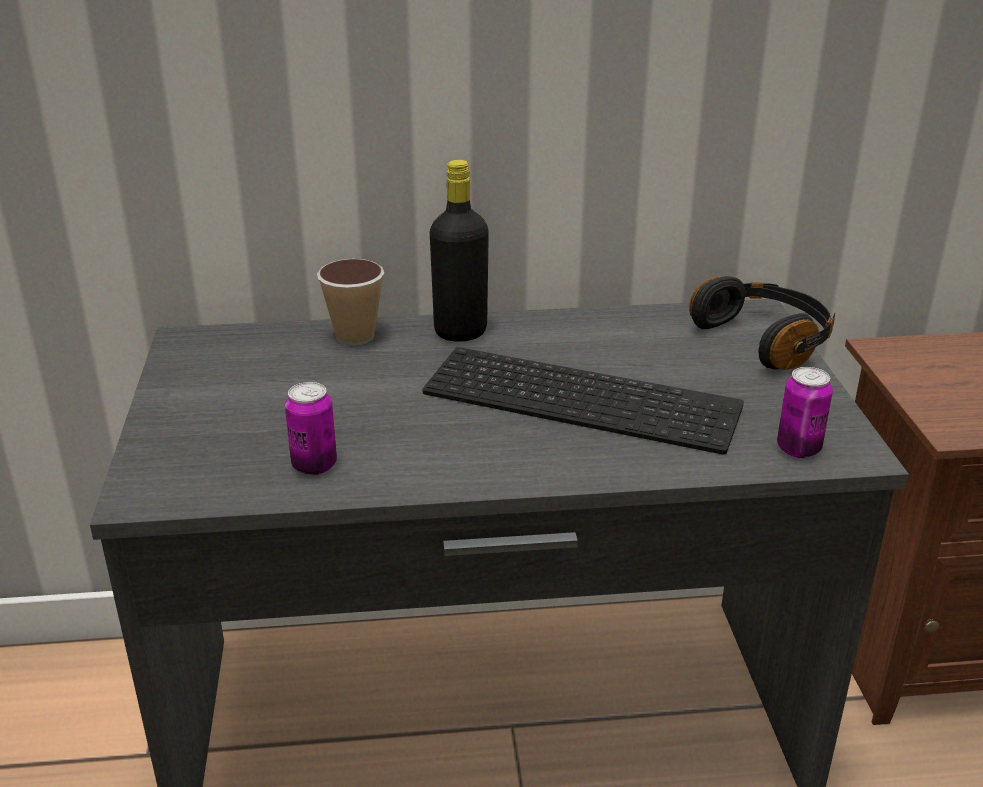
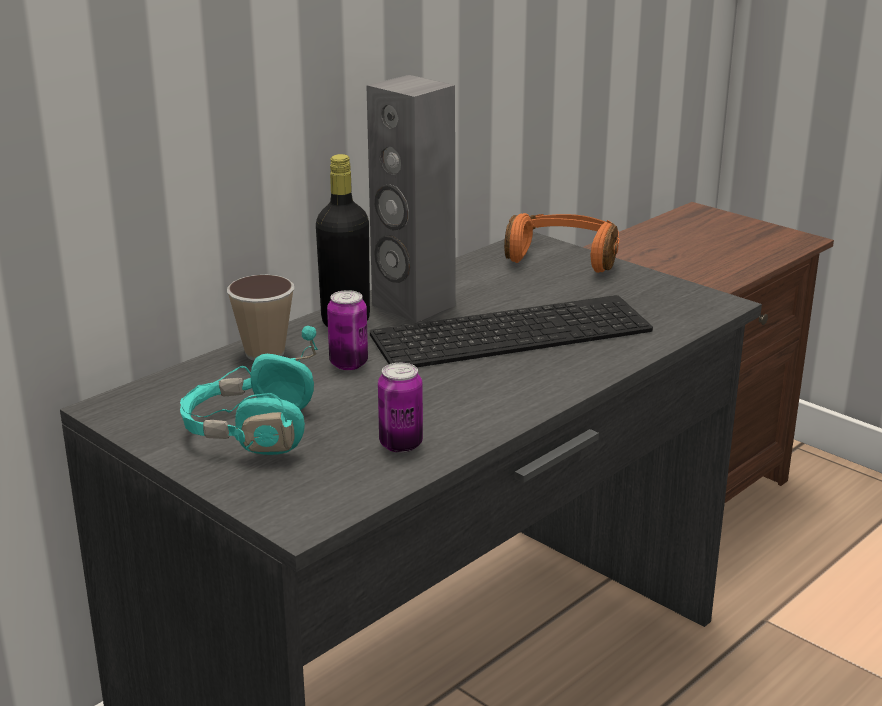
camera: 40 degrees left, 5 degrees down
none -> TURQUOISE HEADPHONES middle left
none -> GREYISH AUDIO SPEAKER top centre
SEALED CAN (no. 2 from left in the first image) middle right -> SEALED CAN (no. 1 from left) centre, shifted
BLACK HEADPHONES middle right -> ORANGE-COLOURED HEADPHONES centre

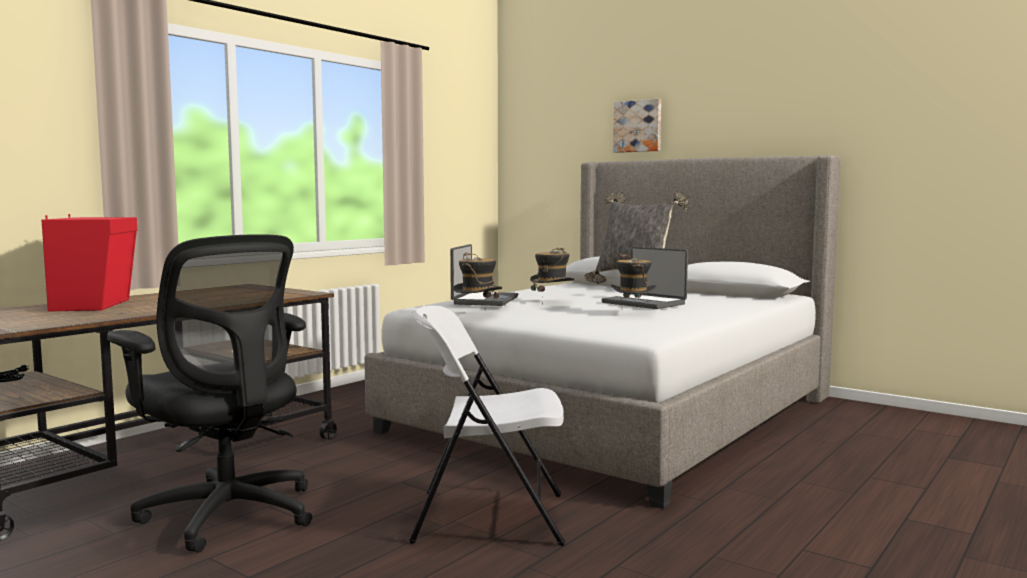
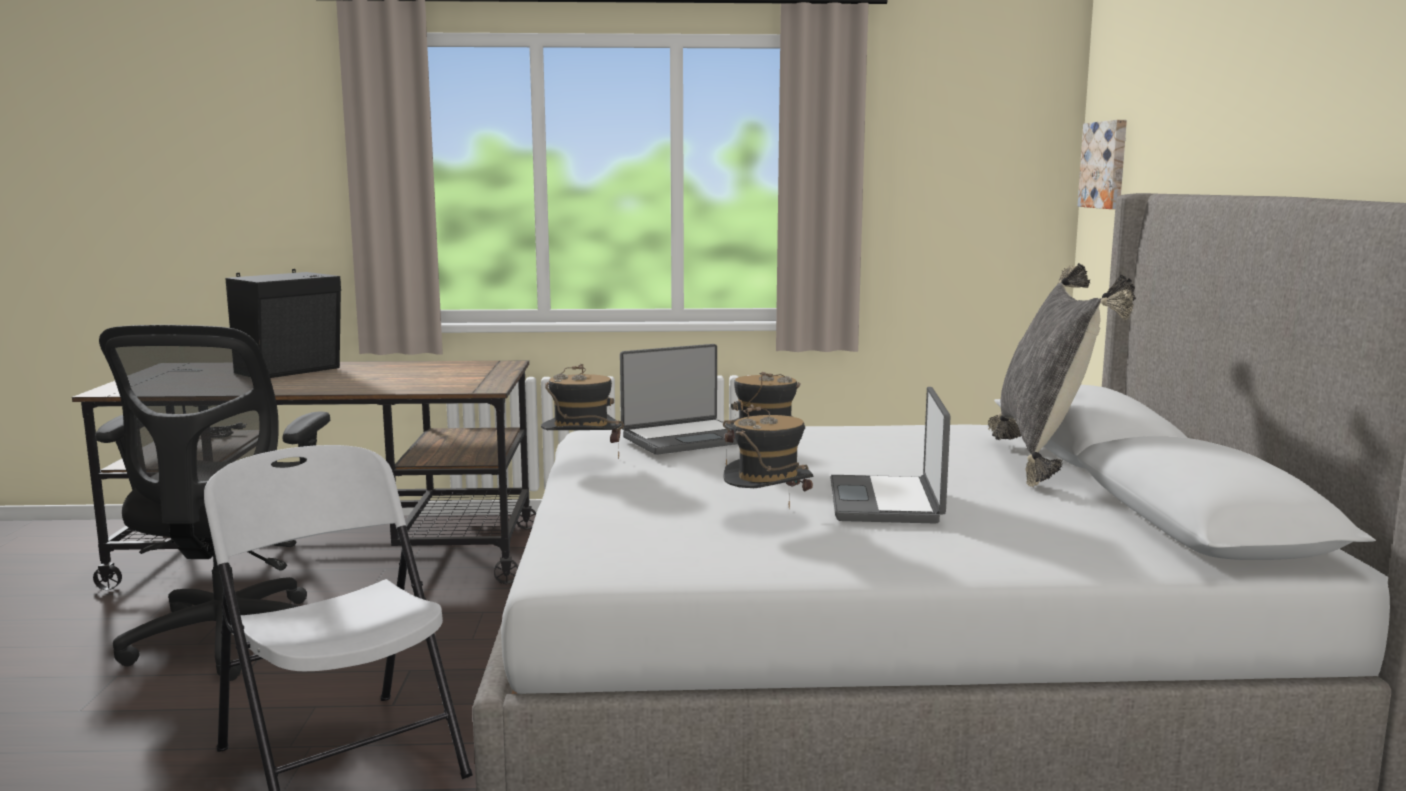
camera: 50 degrees right, 5 degrees up
WALL ART top centre -> WALL ART top right, shifted
RED-COLOURED AUDIO SPEAKER middle left -> BLACK AUDIO SPEAKER middle left

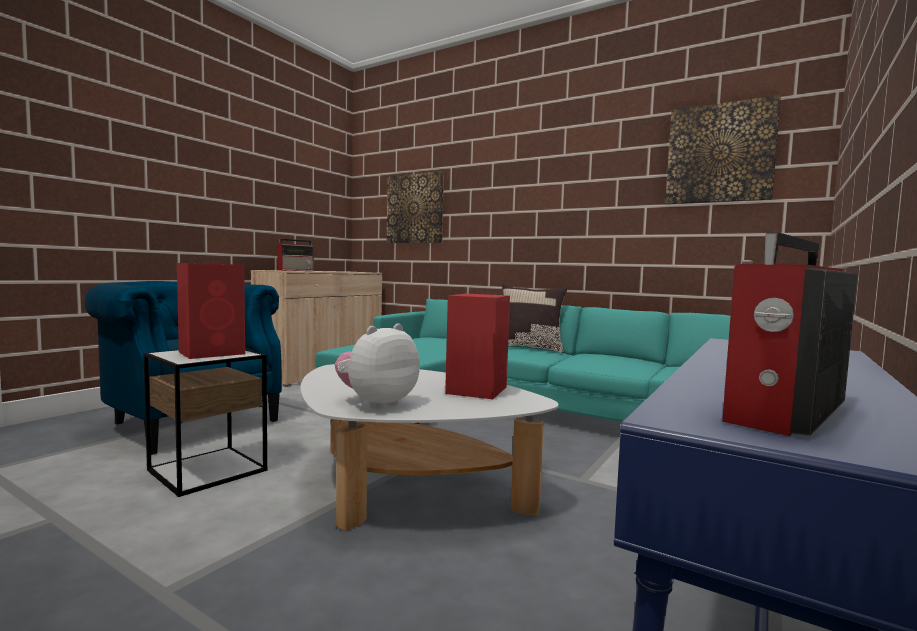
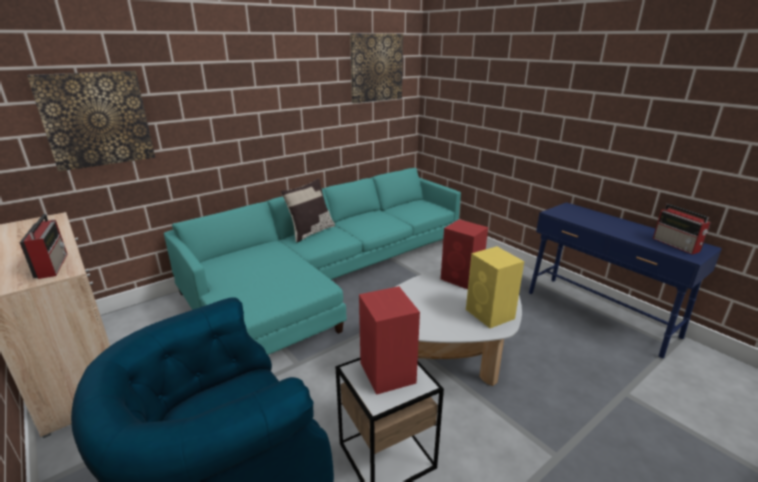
camera: 70 degrees left, 20 degrees up
CUDDLY TOY centre -> YELLOWISH AUDIO SPEAKER centre

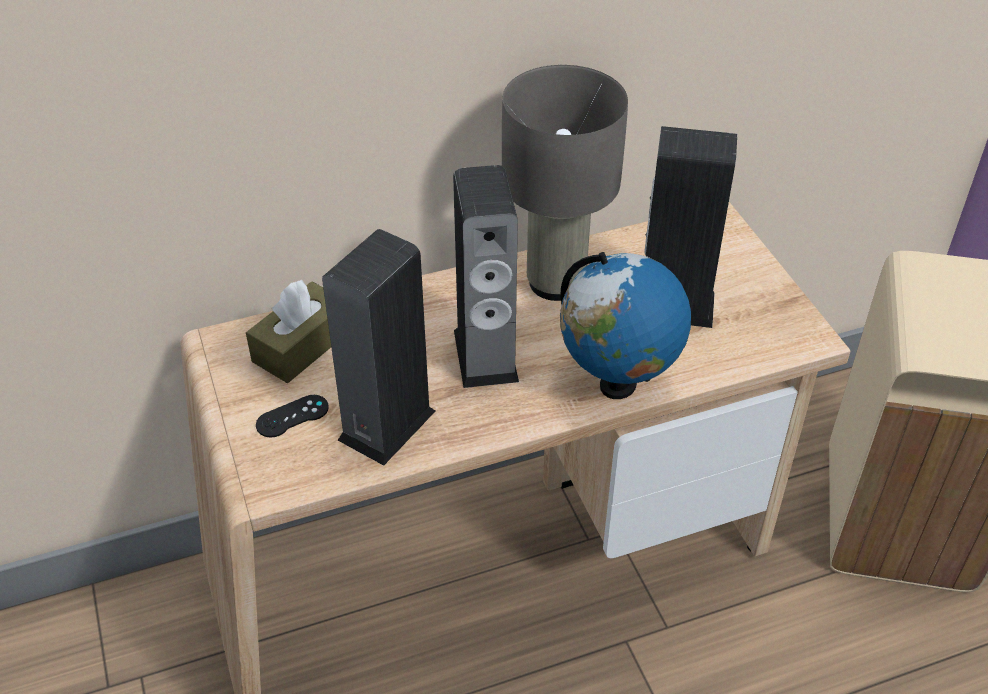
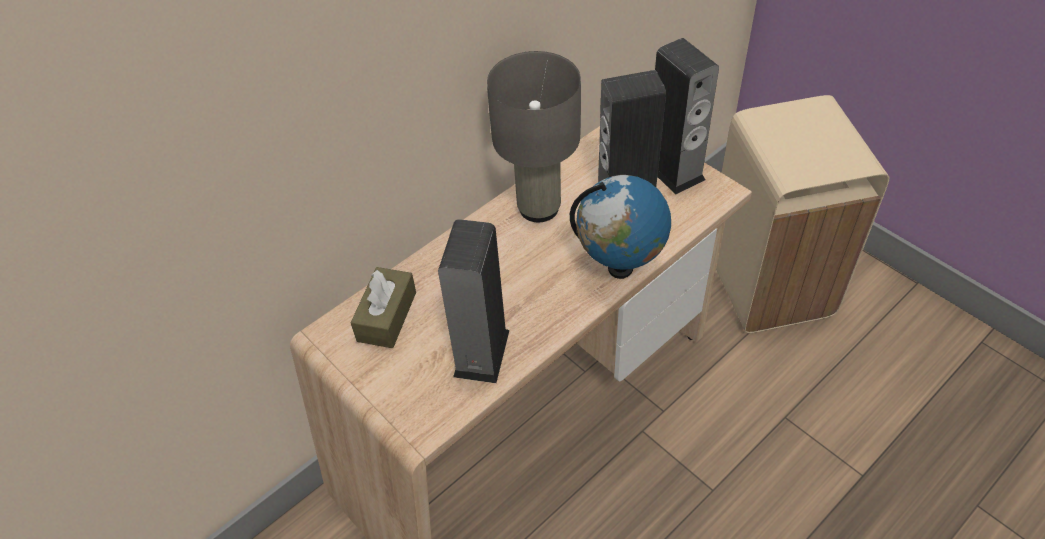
camera: 20 degrees left, 5 degrees up
BLACK GAMEPAD middle left -> none
AUDIO SPEAKER (no. 2 from left in the first image) centre -> AUDIO SPEAKER (no. 3 from left) top centre, shifted

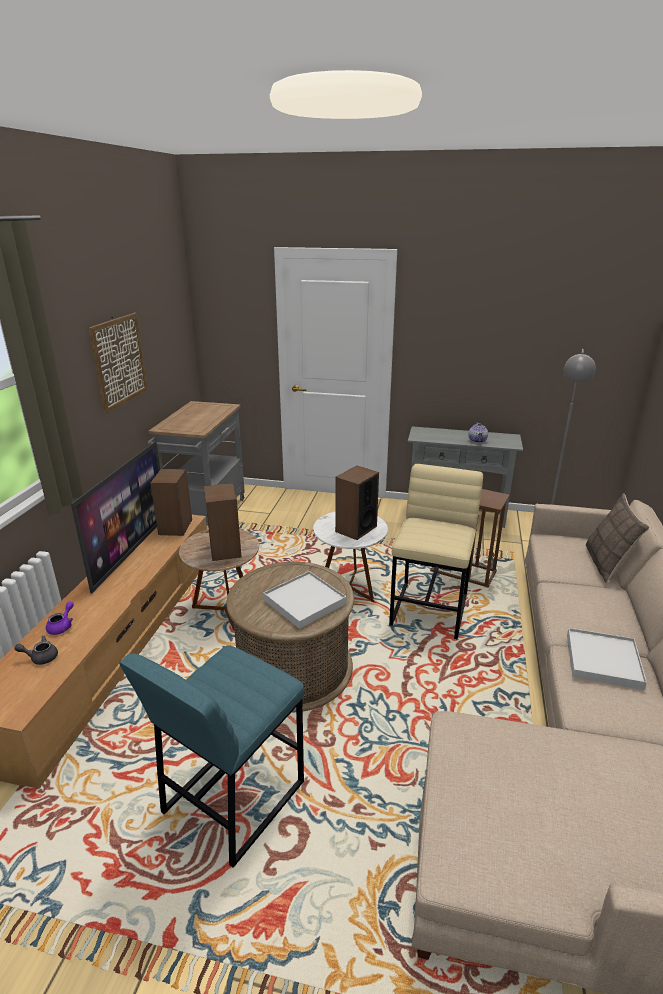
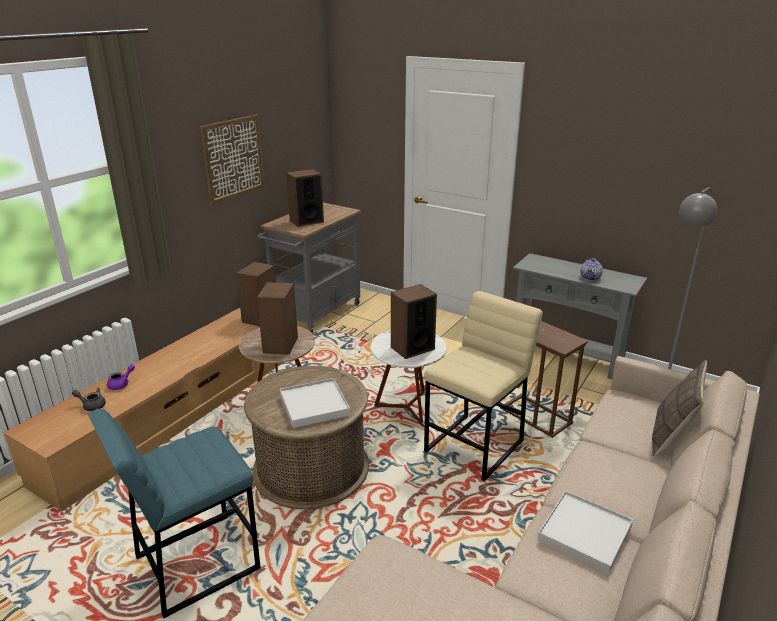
camera: 20 degrees right, 0 degrees up
TV SET middle left -> none
none -> AUDIO SPEAKER (no. 3 from left) top centre

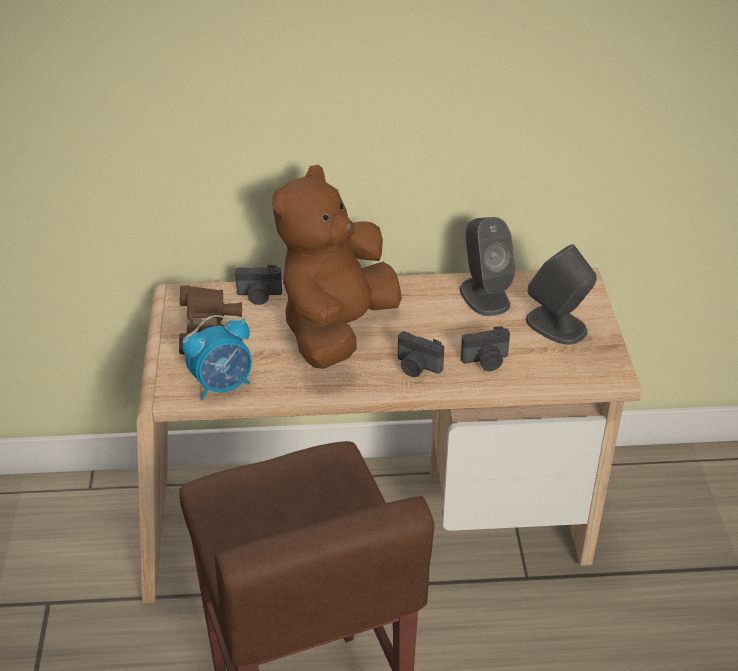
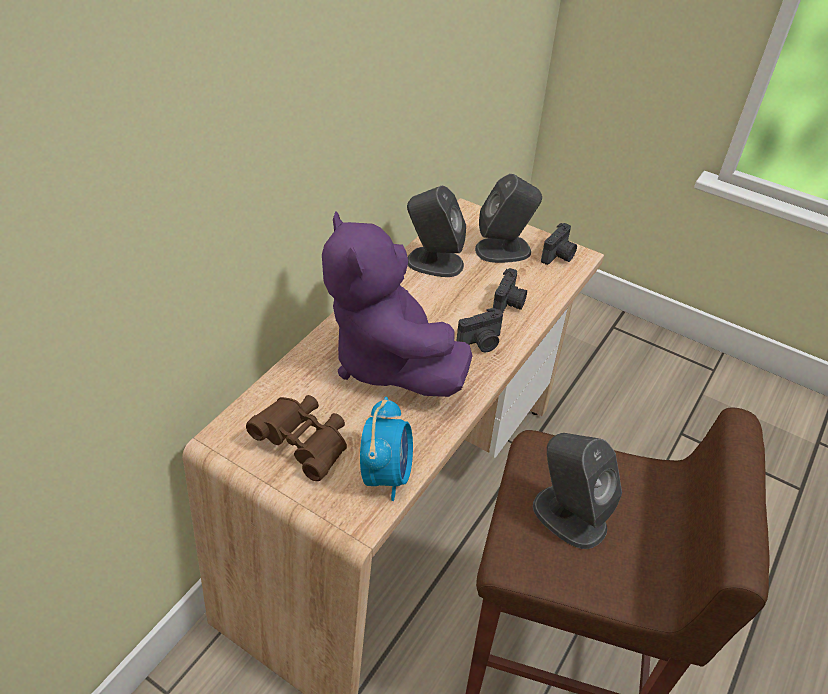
camera: 55 degrees left, 5 degrees up
none -> GREYISH AUDIO SPEAKER (no. 3 from left) bottom right
STILL CAMERA (no. 1 from left in the first image) centre -> STILL CAMERA (no. 3 from left) middle right, shifted
BROWNISH CUDDLY TOY centre -> PURPLISH CUDDLY TOY centre

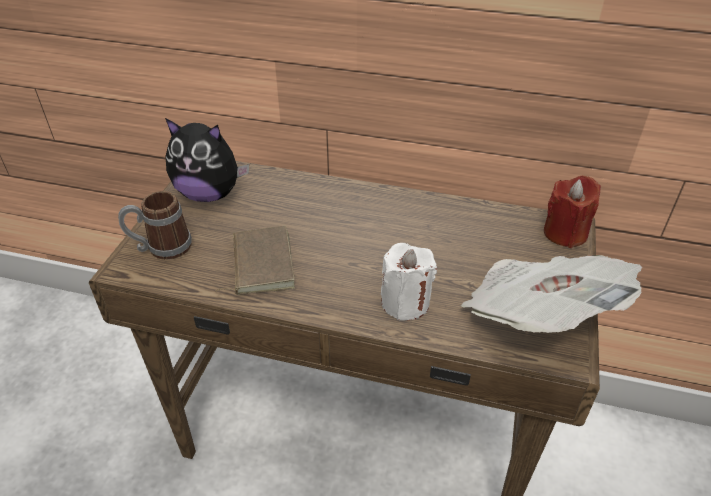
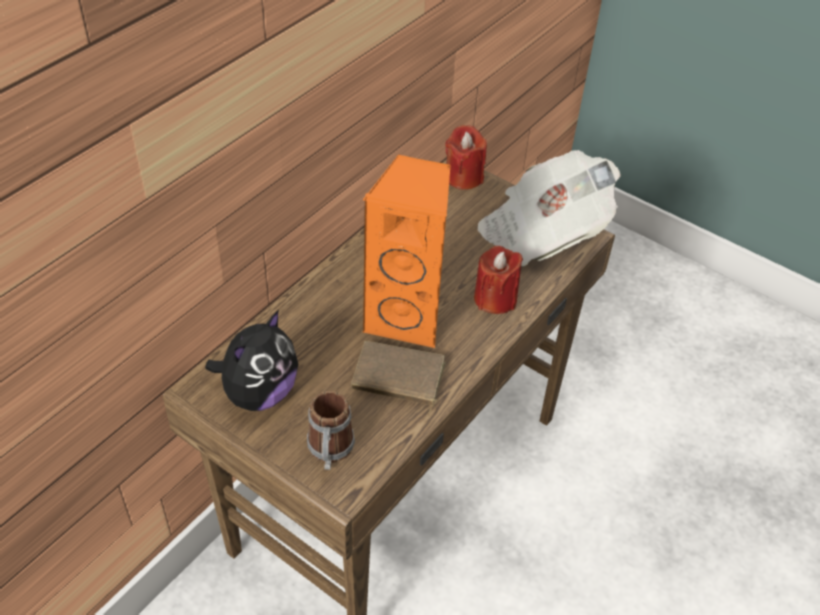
camera: 70 degrees left, 5 degrees up
none -> ORANGE-COLOURED AUDIO SPEAKER centre
WHITE-COLOURED WAX LIGHT centre -> RED-COLOURED WAX LIGHT (no. 2 from left) centre

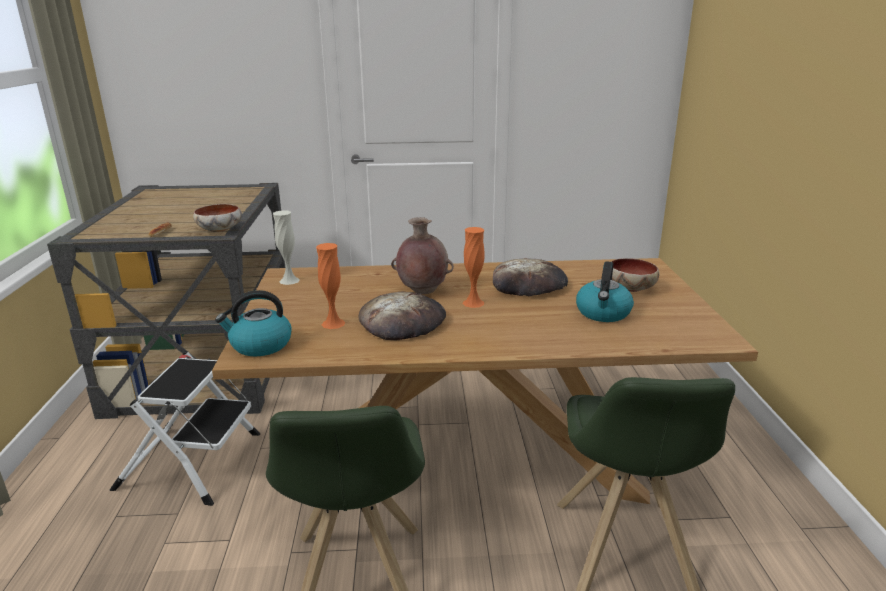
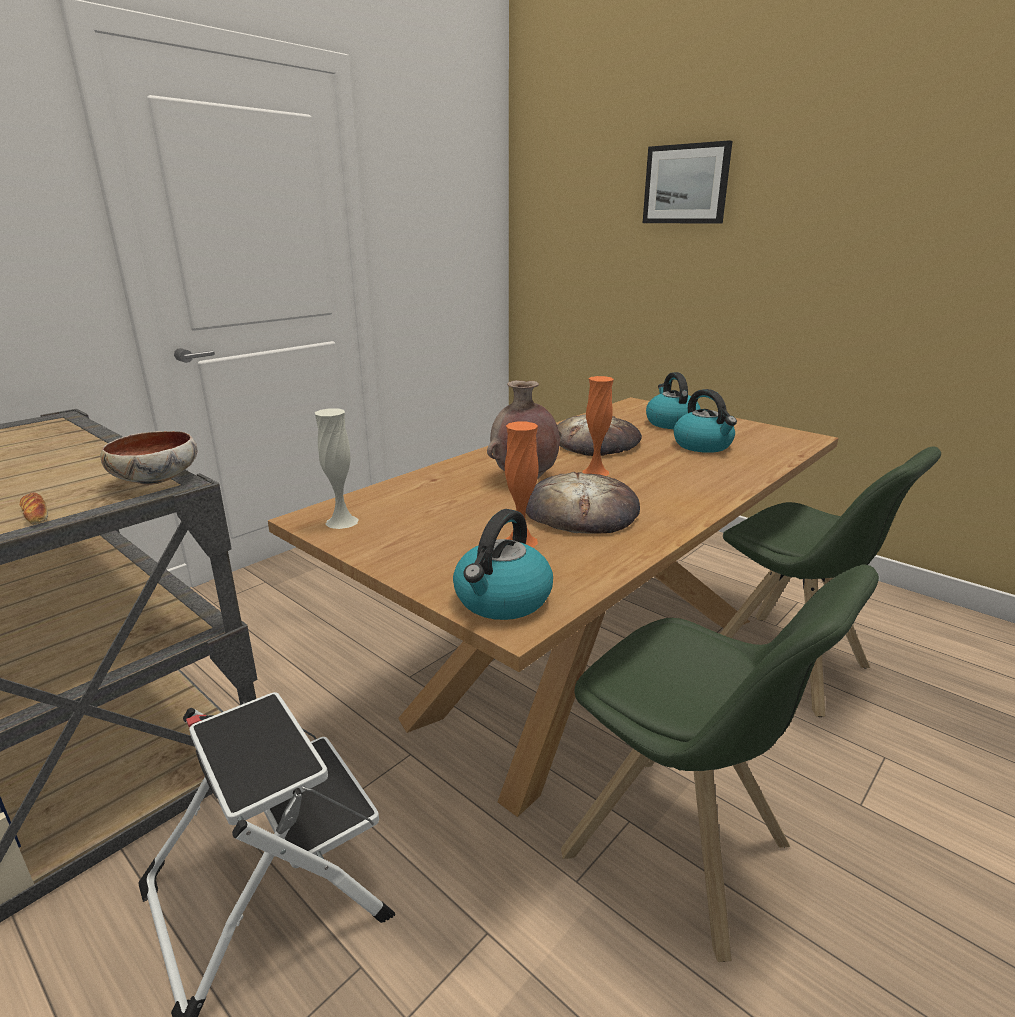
camera: 45 degrees left, 0 degrees up
none -> WALL ART top right
BOWL (no. 2 from left) middle right -> WATER KETTLE (no. 2 from left) centre

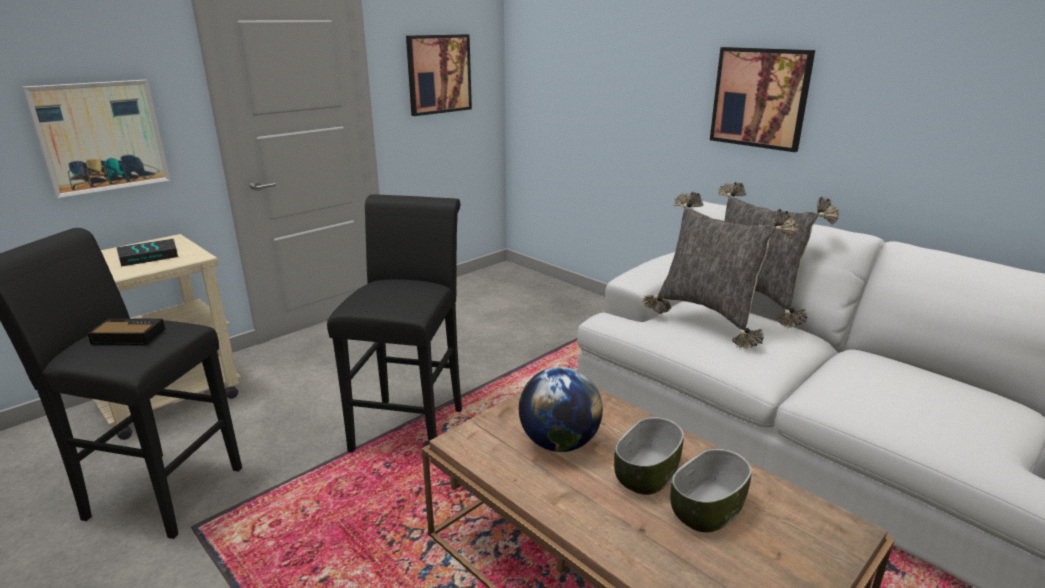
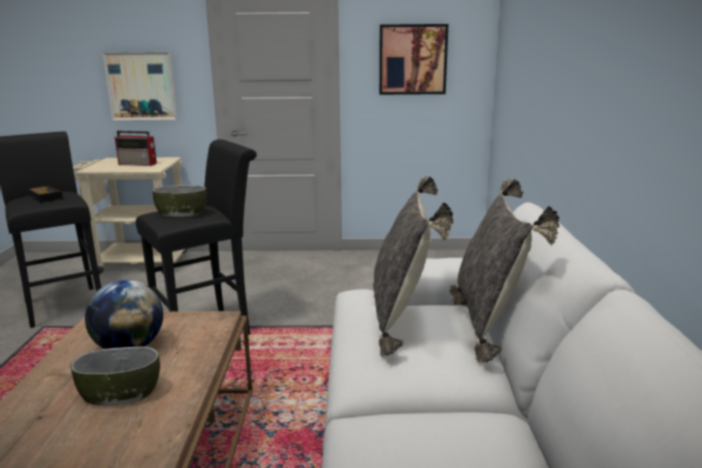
camera: 45 degrees right, 5 degrees down
WALL ART (no. 3 from left) top right -> none
BOWL (no. 2 from left) bottom right -> BOWL (no. 2 from left) middle left, shifted
BOOK middle left -> RADIO RECEIVER top left

